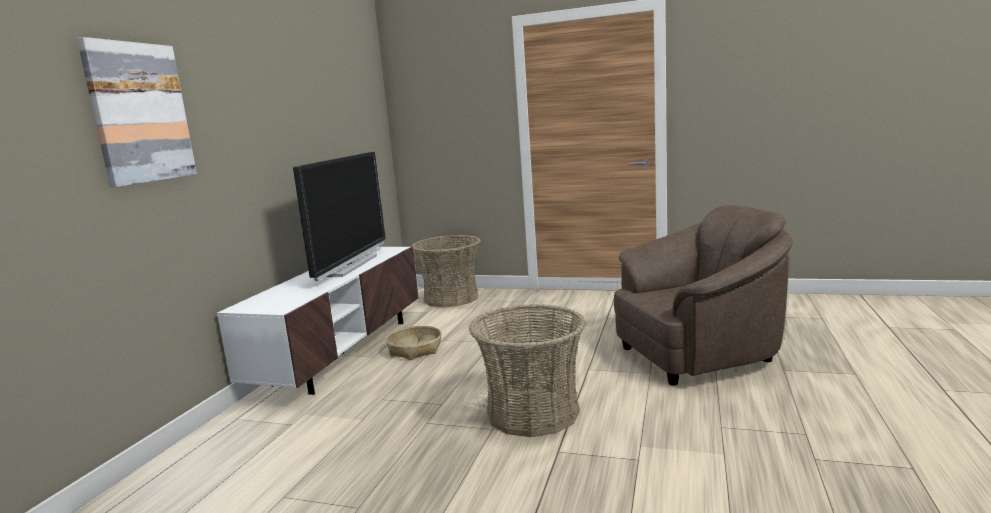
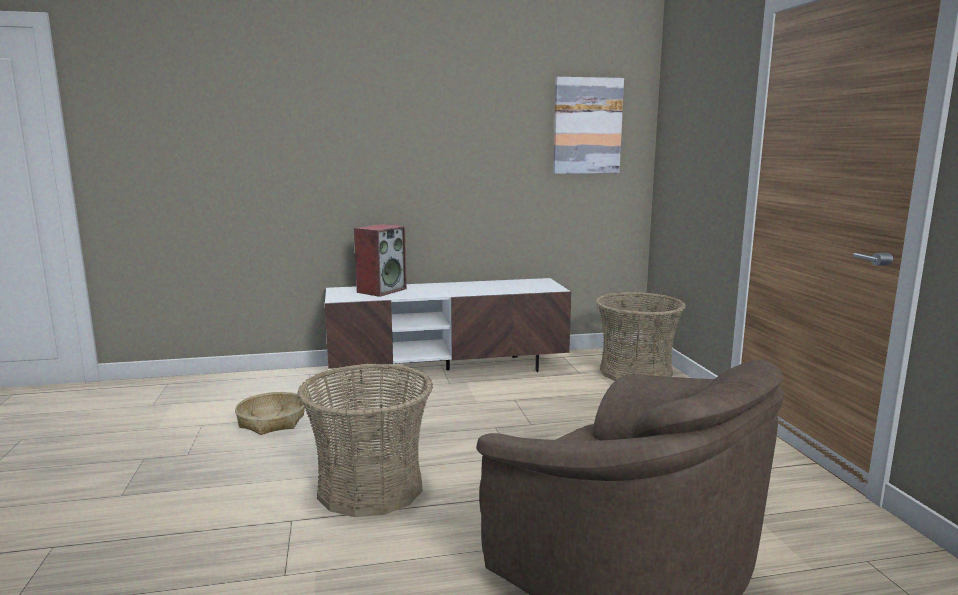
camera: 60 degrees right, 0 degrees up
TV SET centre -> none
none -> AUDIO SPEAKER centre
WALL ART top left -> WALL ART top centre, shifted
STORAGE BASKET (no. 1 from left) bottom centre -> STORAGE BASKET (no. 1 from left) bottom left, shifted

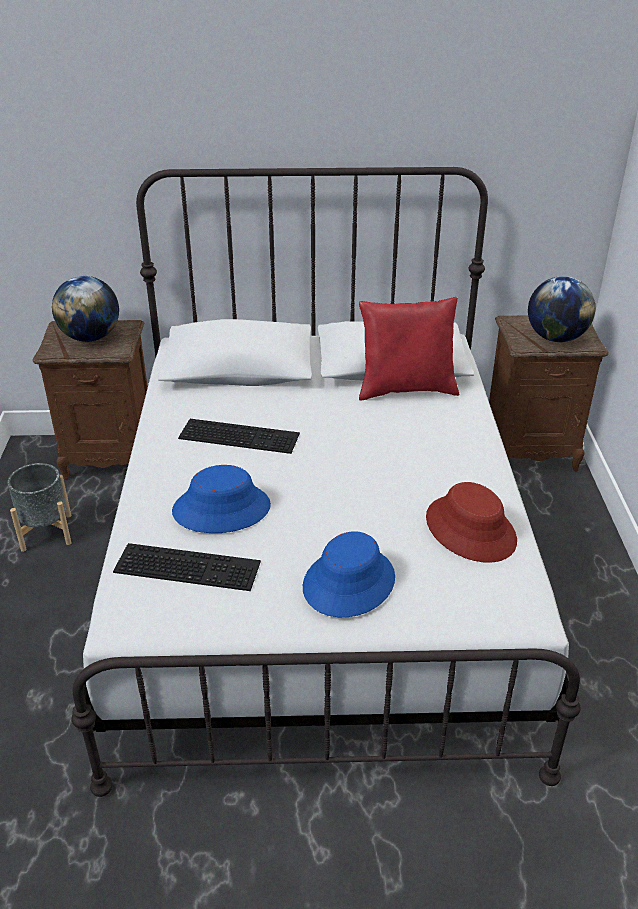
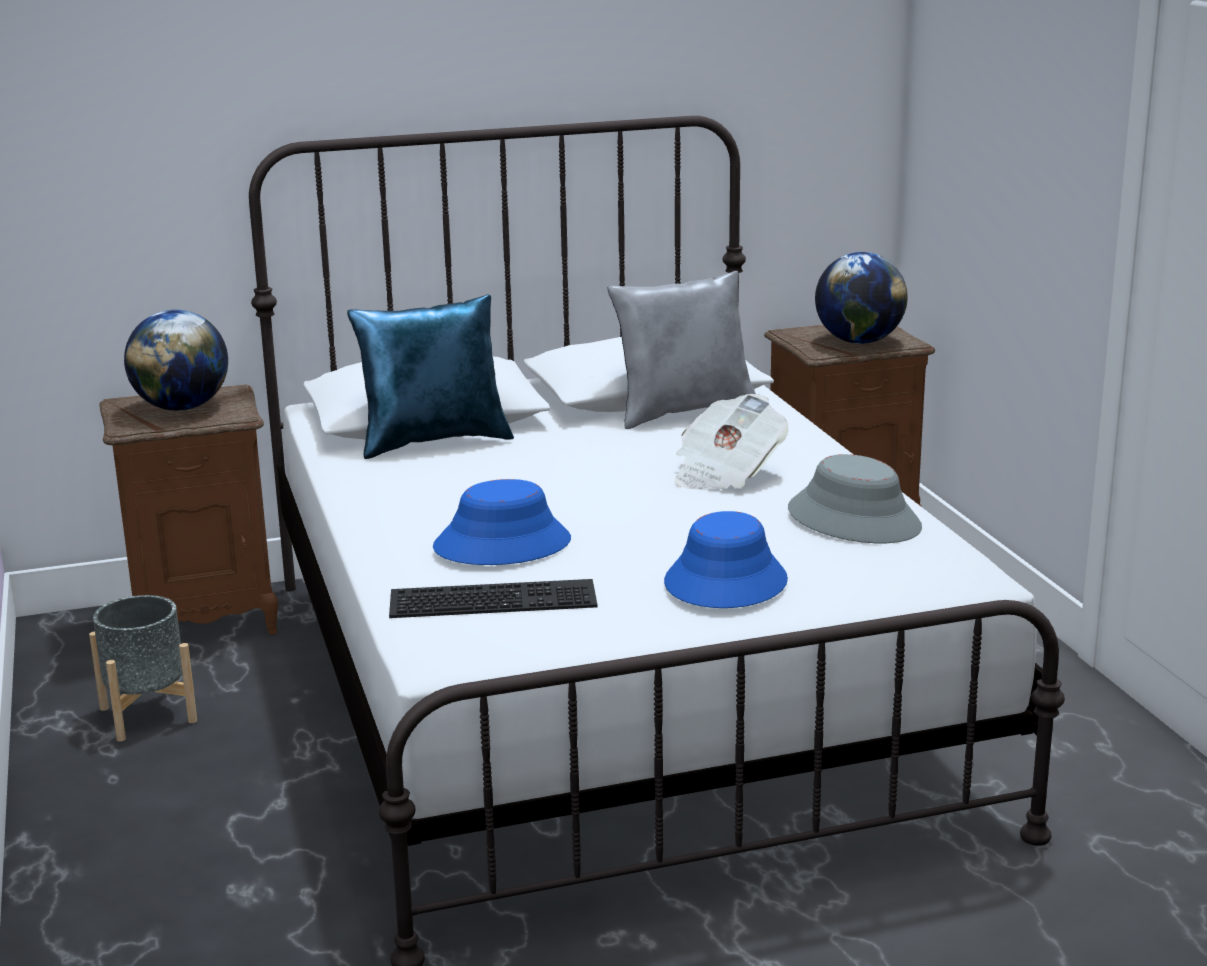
camera: 15 degrees left, 15 degrees down
KEYBOARD (no. 2 from left) centre -> none
none -> BLUE CUSHION centre
none -> DAILY PAPER centre
RED-COLOURED CUSHION centre -> GREYISH CUSHION centre
RED-COLOURED HAT middle right -> GREYISH HAT middle right

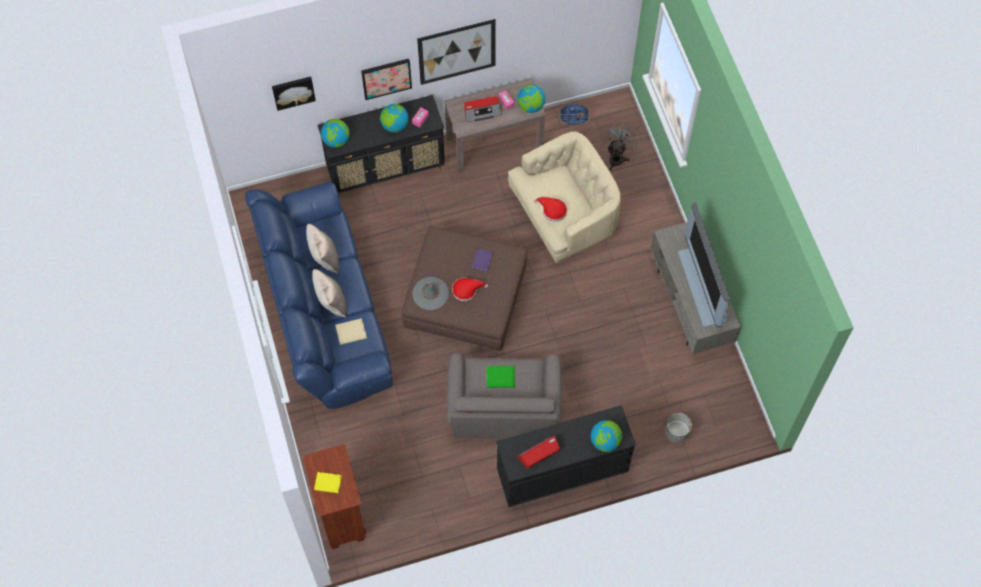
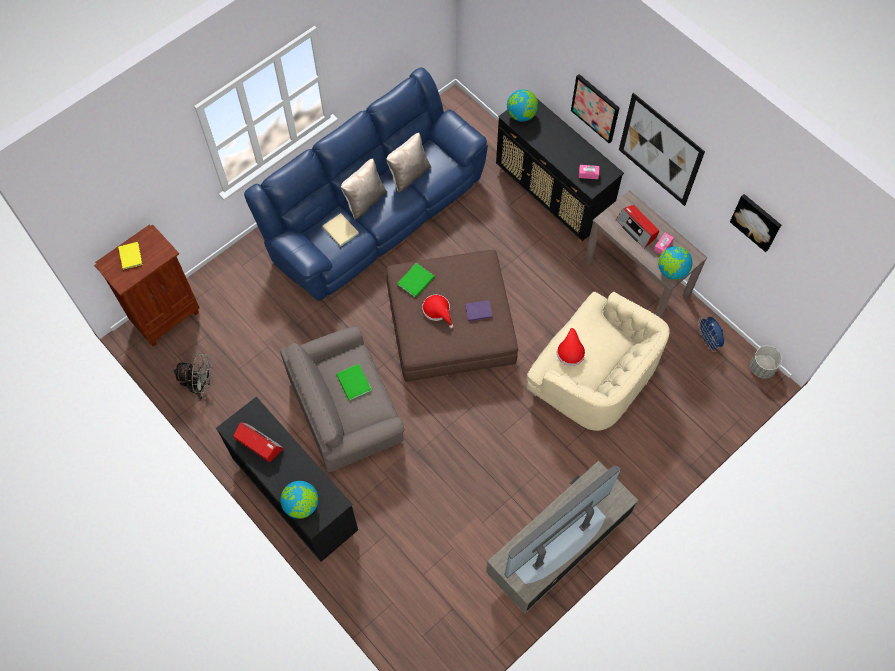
camera: 65 degrees right, 0 degrees up
DESK GLOBE (no. 2 from left) top centre -> none
WALL ART (no. 1 from left in the first image) top left -> WALL ART (no. 3 from left) top right, shifted
GREYISH FAN top centre -> GREYISH FAN middle left, shifted
GREYISH FLOWER POT bottom right -> GREYISH FLOWER POT middle right, shifted
GREYISH HAT centre -> GREEN BOOK (no. 2 from left) centre

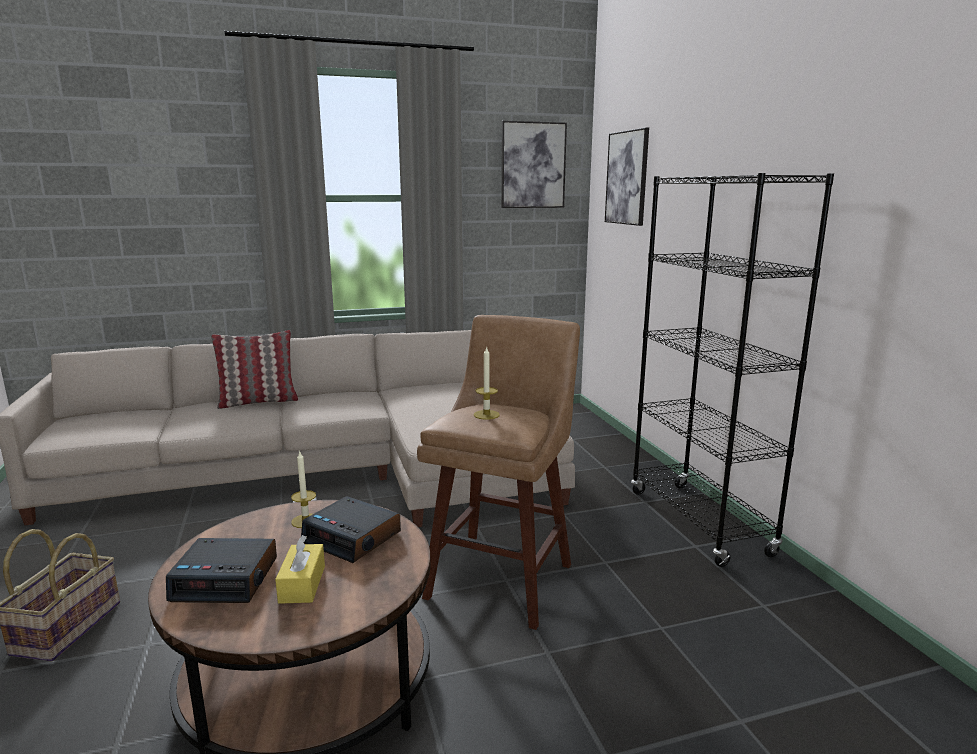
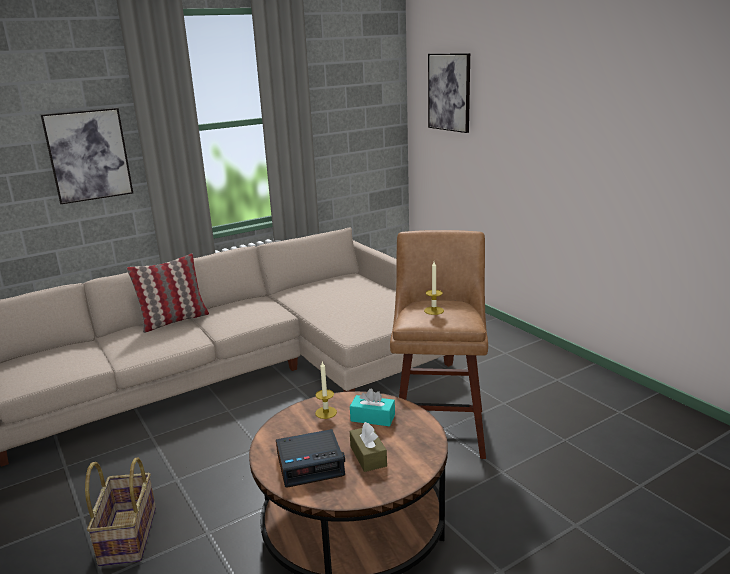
camera: 15 degrees left, 5 degrees up
BLACK SHELVING UNIT middle right -> none
WALL ART (no. 1 from left) top centre -> WALL ART (no. 1 from left) top left, shifted
BEDSIDE CLOCK (no. 2 from left) bottom centre -> TURQUOISE TISSUE HOLDER bottom centre
YELLOWISH TISSUE HOLDER bottom left -> BROWNISH TISSUE HOLDER bottom centre

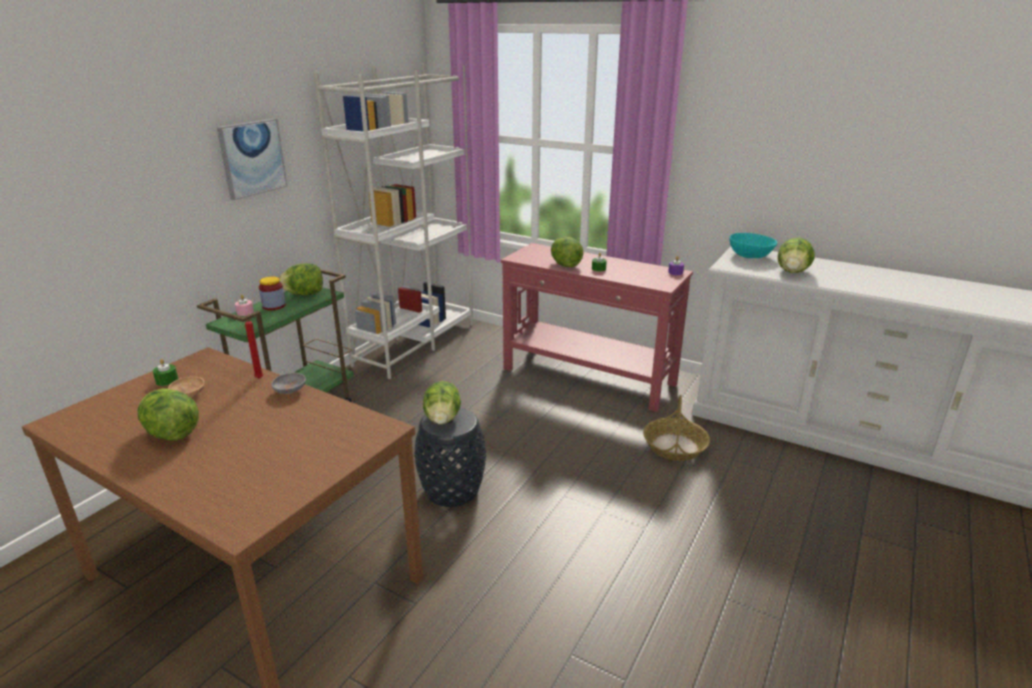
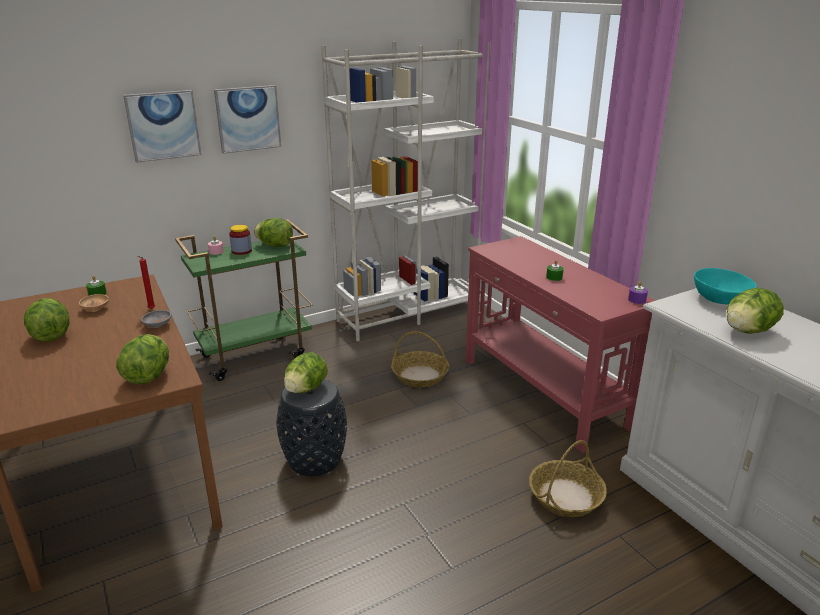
camera: 30 degrees right, 0 degrees up
none -> WALL ART (no. 1 from left) top left
none -> STORAGE BASKET (no. 1 from left) centre
LETTUCE HEAD (no. 4 from left in the first image) centre -> LETTUCE HEAD (no. 2 from left) middle left, shifted

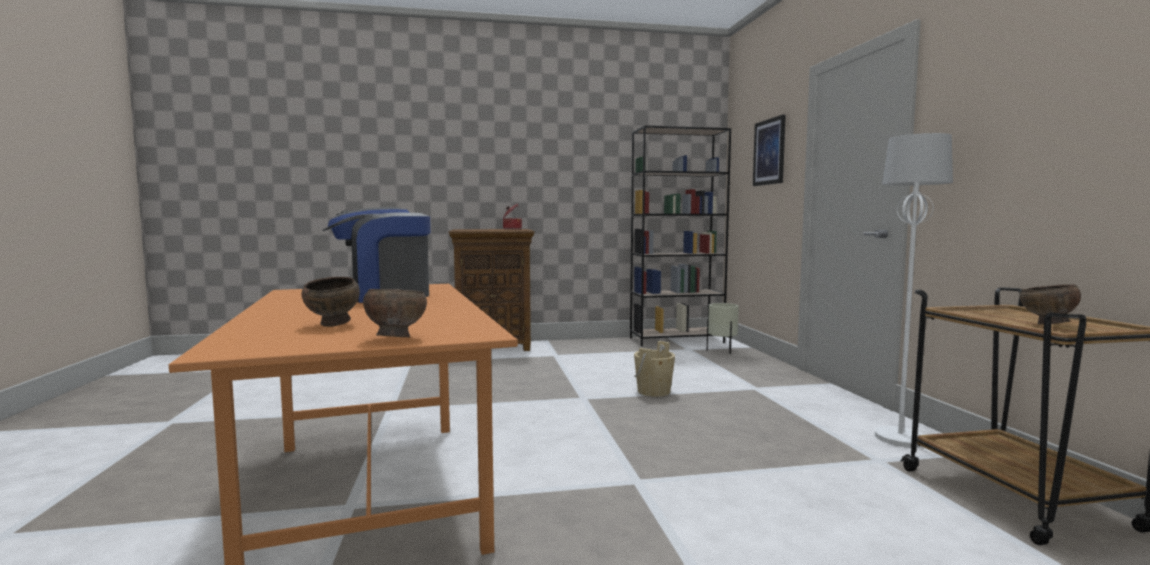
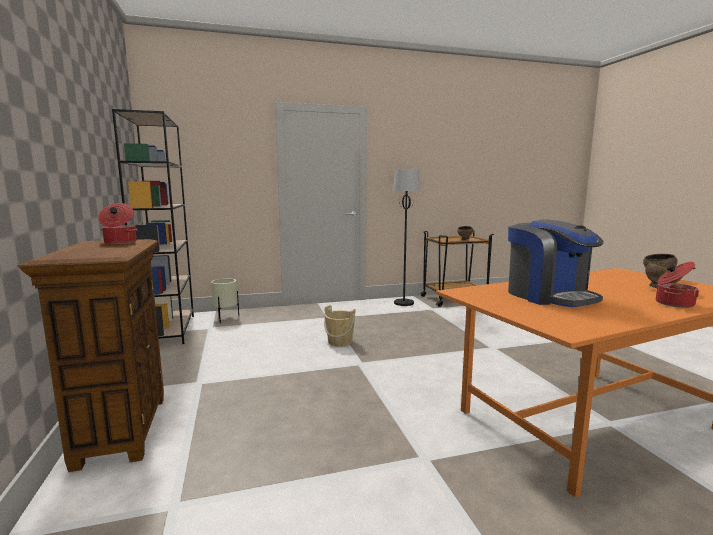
camera: 95 degrees left, 5 degrees up
WALL ART top right -> none
none -> SAUCEPOT (no. 2 from left) middle right
WHITE-COLOURED STANDING LAMP middle right -> BLACK STANDING LAMP centre

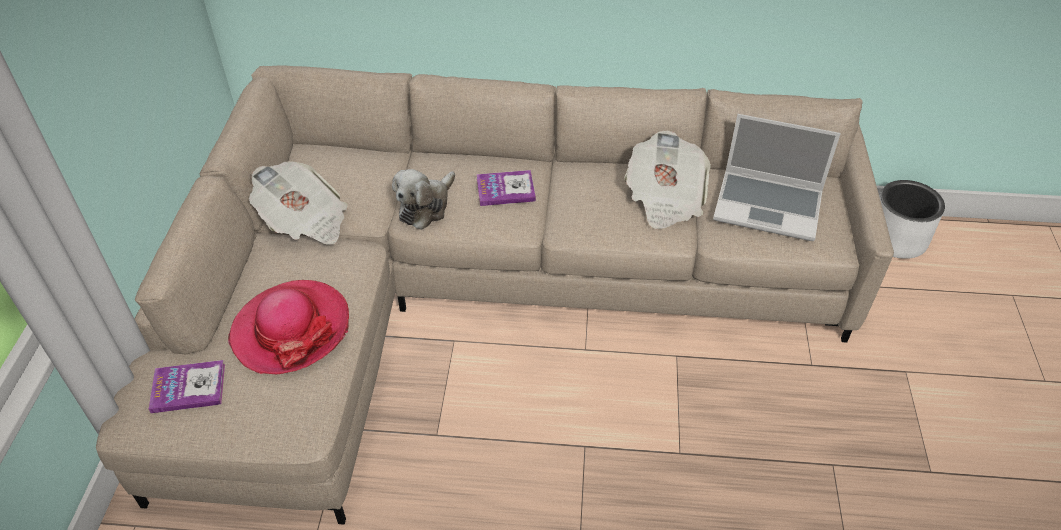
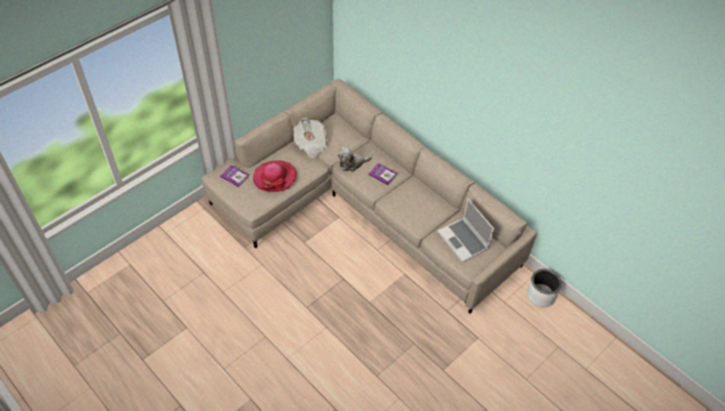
camera: 40 degrees right, 5 degrees up
DAILY PAPER (no. 2 from left) centre -> none

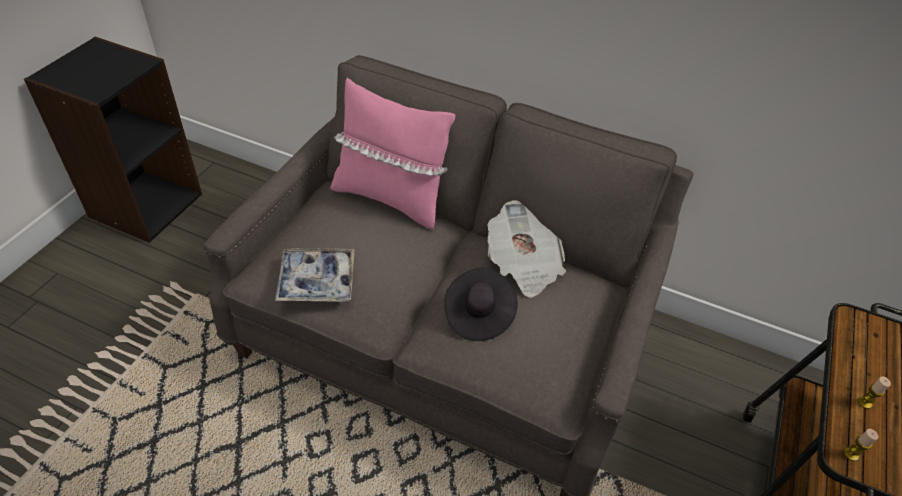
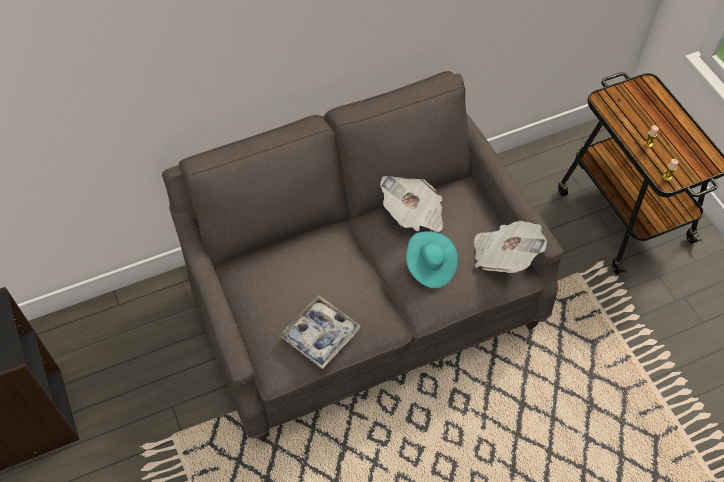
camera: 45 degrees left, 10 degrees up
PINKISH CUSHION top centre -> none
none -> DAILY PAPER (no. 2 from left) middle right
BLACK HAT centre -> TURQUOISE HAT centre

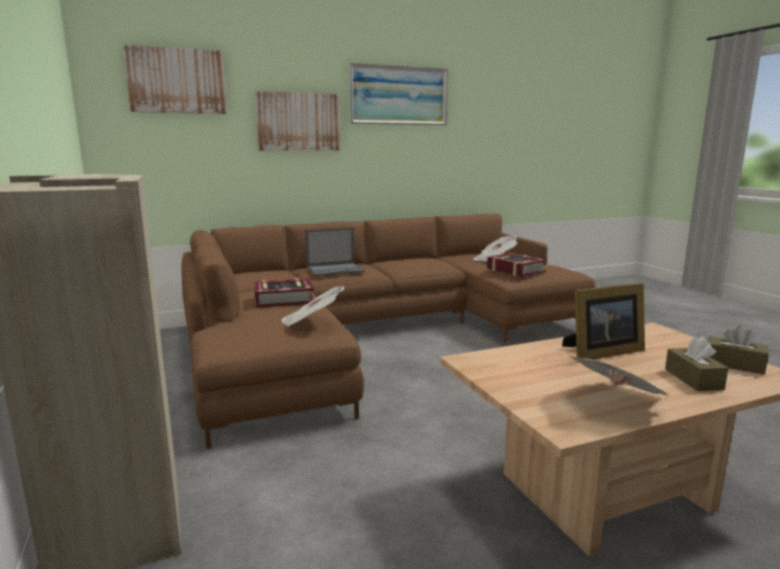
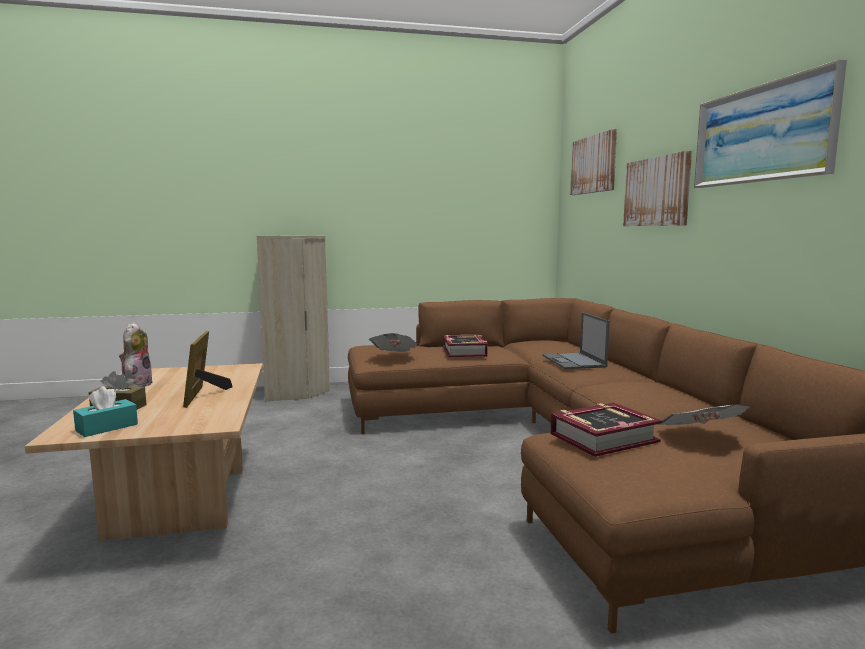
camera: 100 degrees right, 5 degrees down
DAILY PAPER (no. 3 from left) middle right -> CUDDLY TOY middle left
BROWNISH TISSUE HOLDER (no. 2 from left) middle right -> TURQUOISE TISSUE HOLDER middle left

